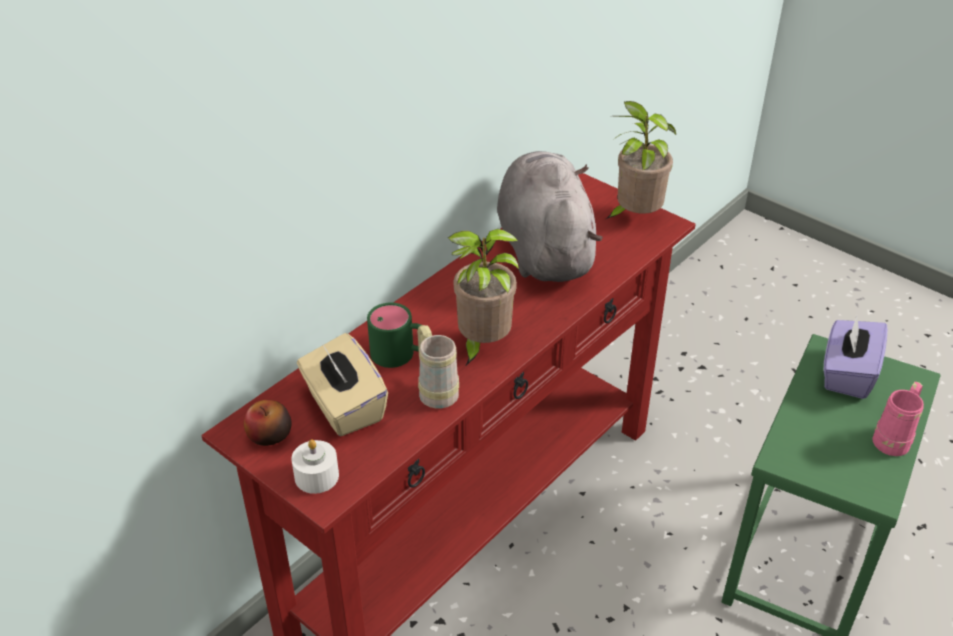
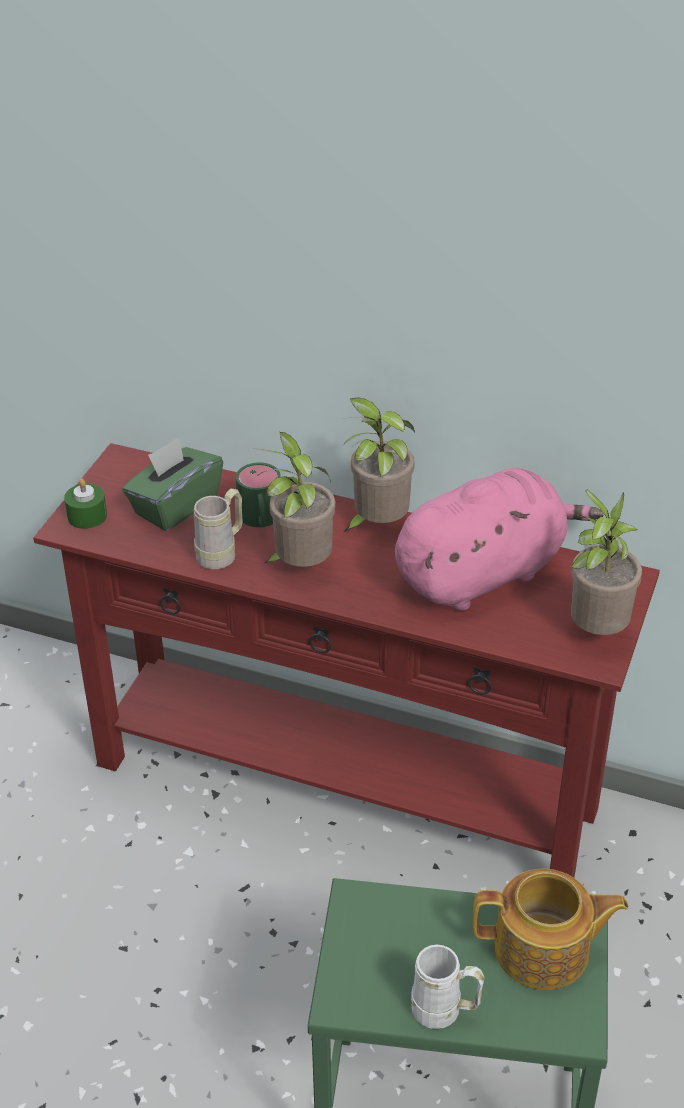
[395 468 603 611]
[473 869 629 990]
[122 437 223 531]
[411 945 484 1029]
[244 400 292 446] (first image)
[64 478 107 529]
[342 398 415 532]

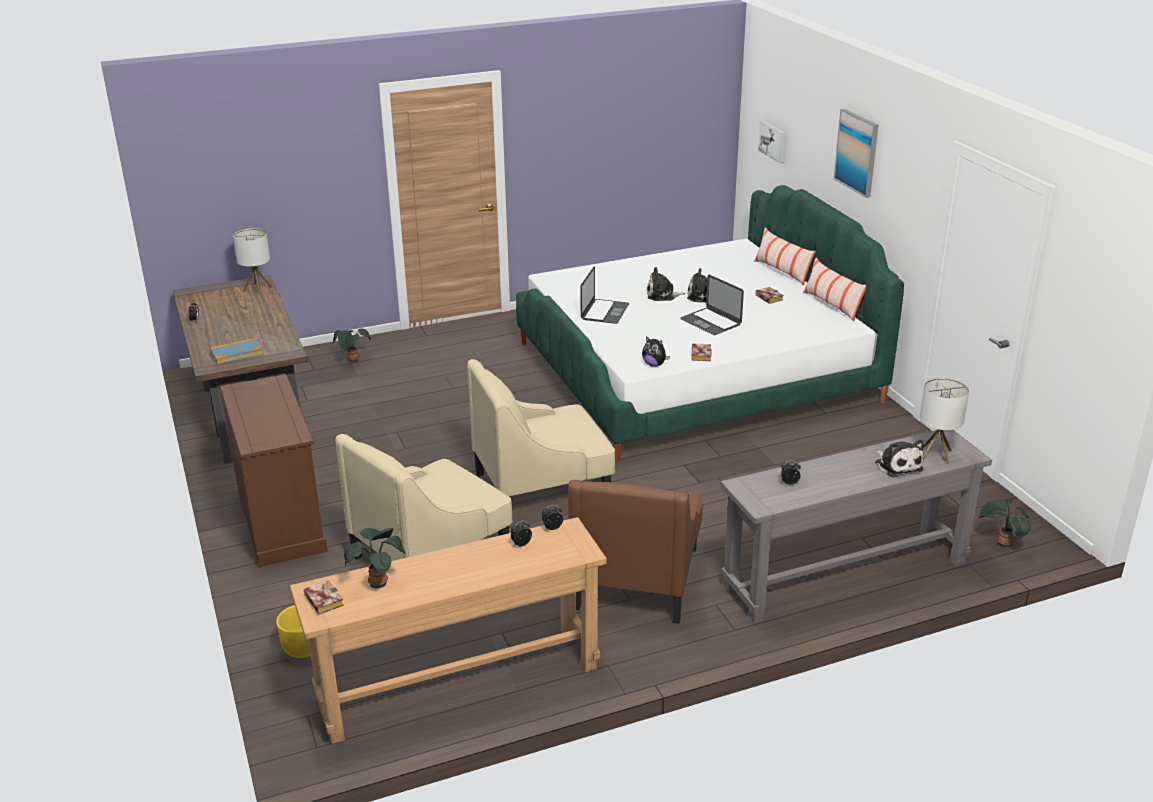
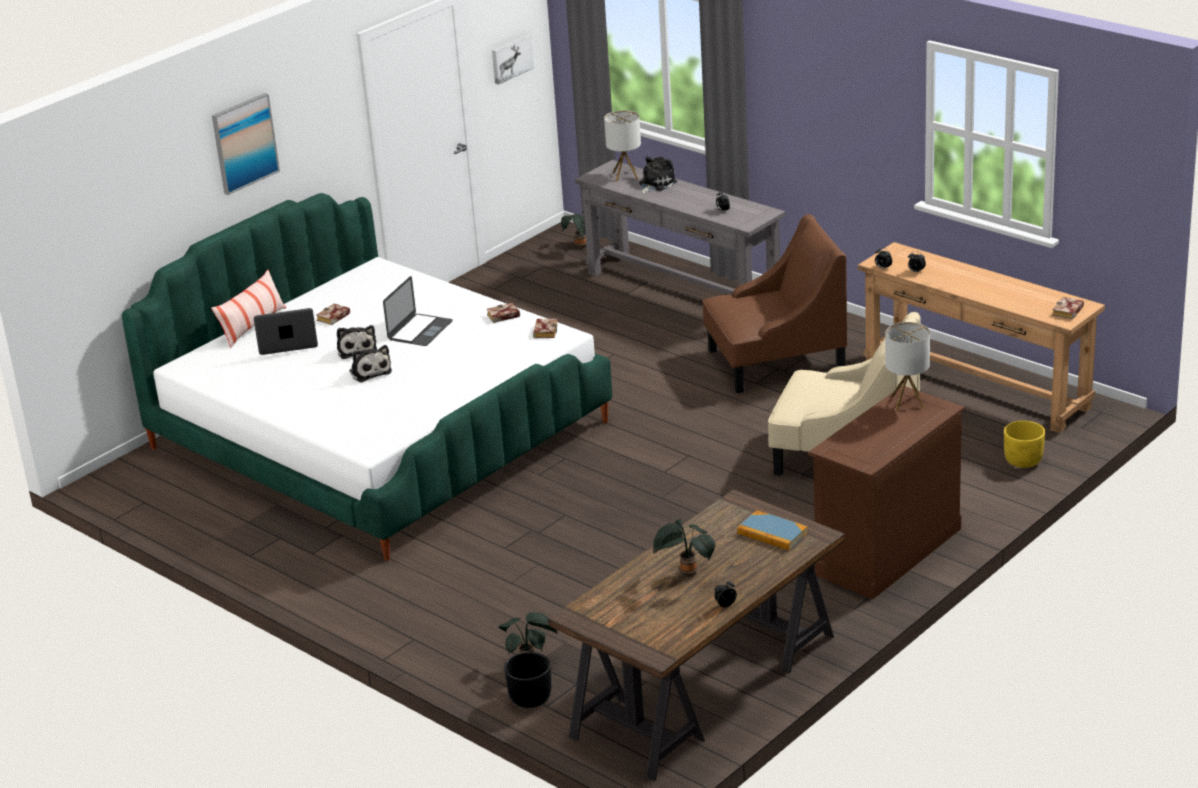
[492 34 534 85]
[885 322 930 410]
[803 258 866 321] (first image)
[254 308 318 355]
[533 319 558 338]
[467 359 615 497] (first image)
[653 519 715 577]
[504 652 551 708]

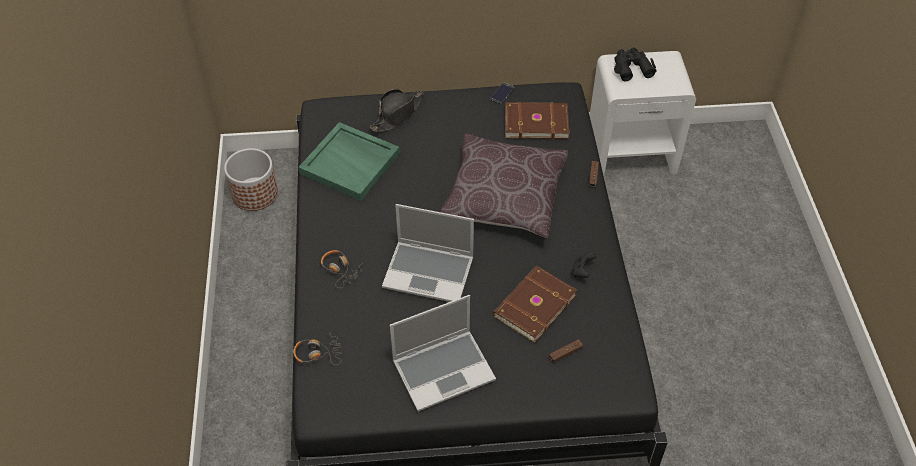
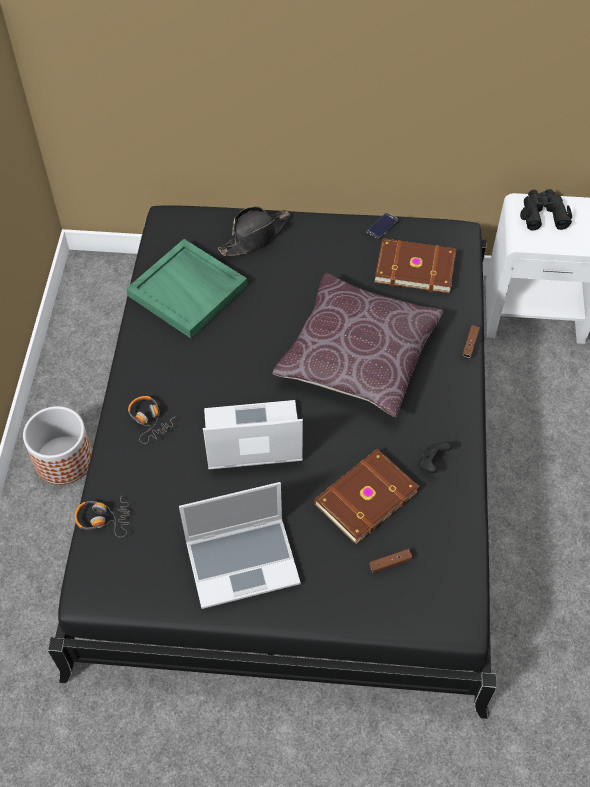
[23 406 92 485]
[203 400 303 470]

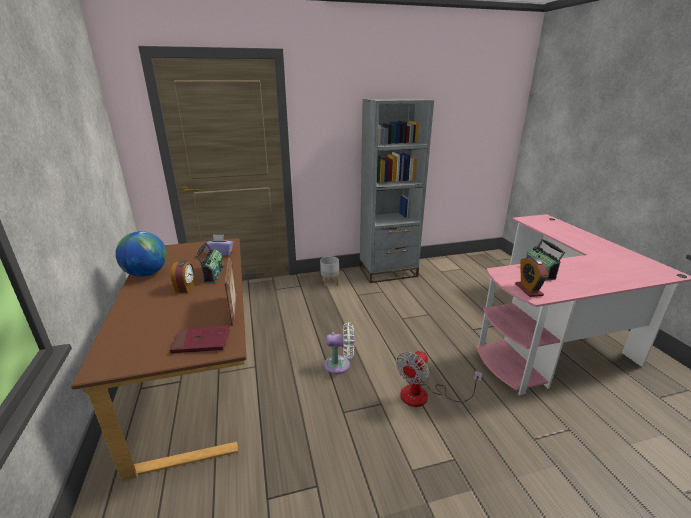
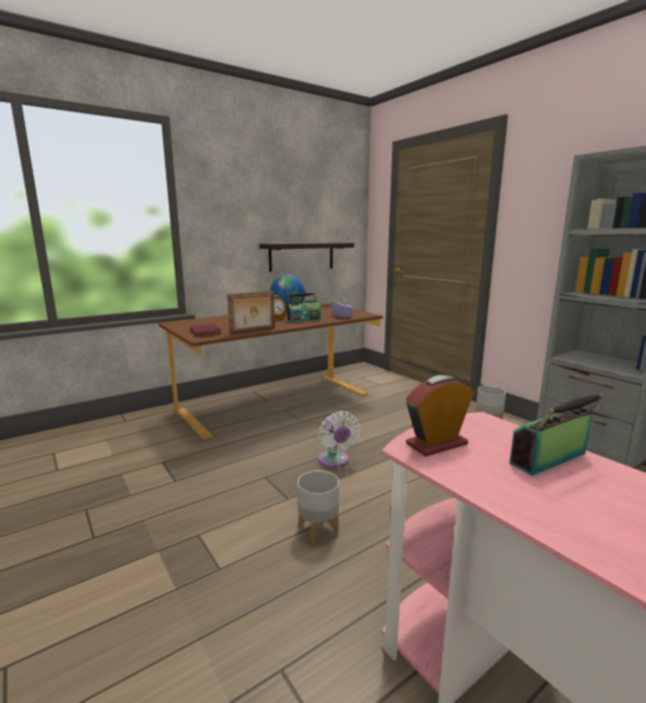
[297 470 339 545]
[259 243 354 272]

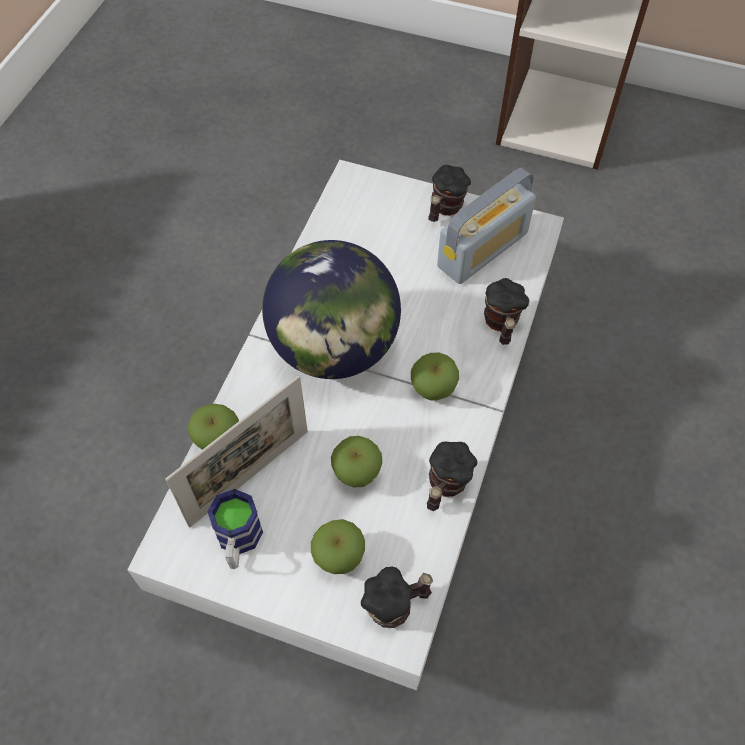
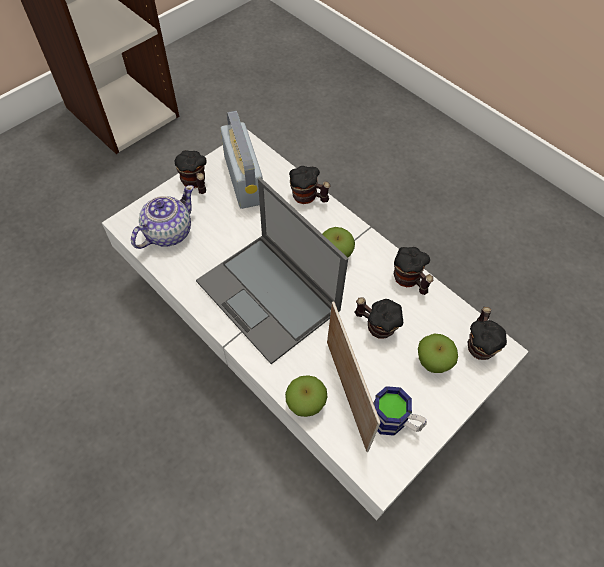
[196 178 348 364]
[355 297 403 338]
[131 185 194 249]

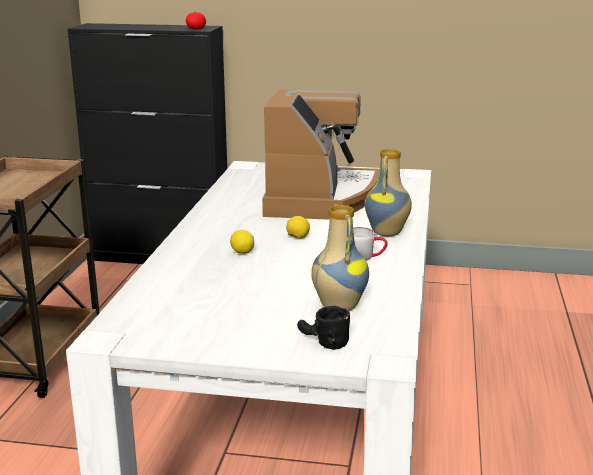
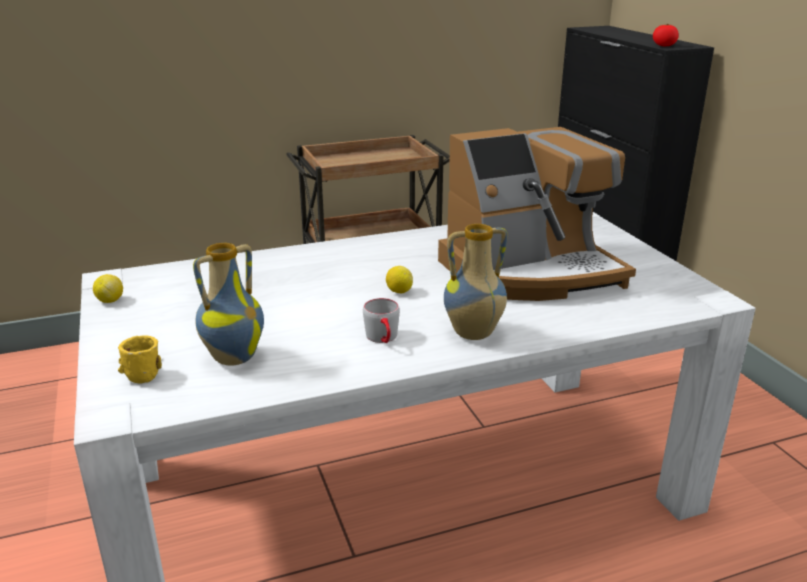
[93 274 123 303]
[118 335 162 384]

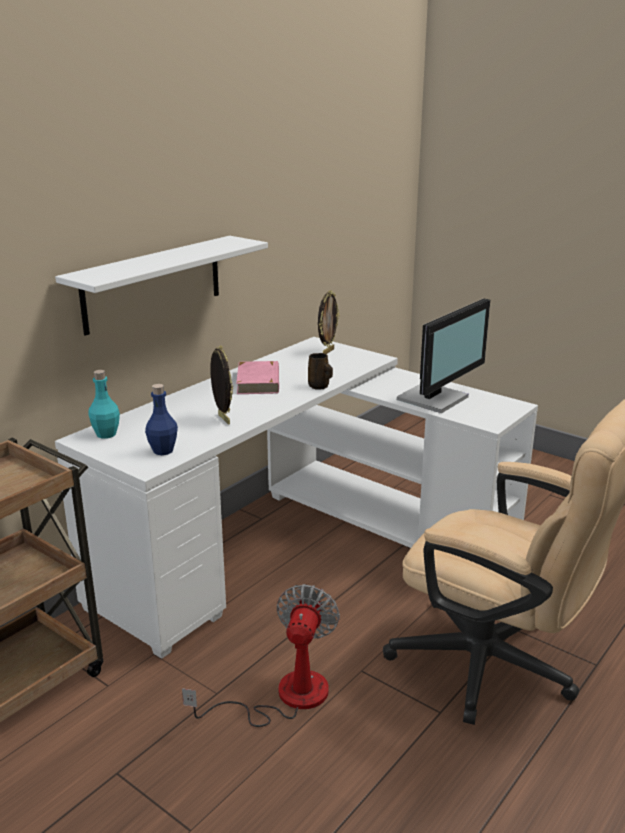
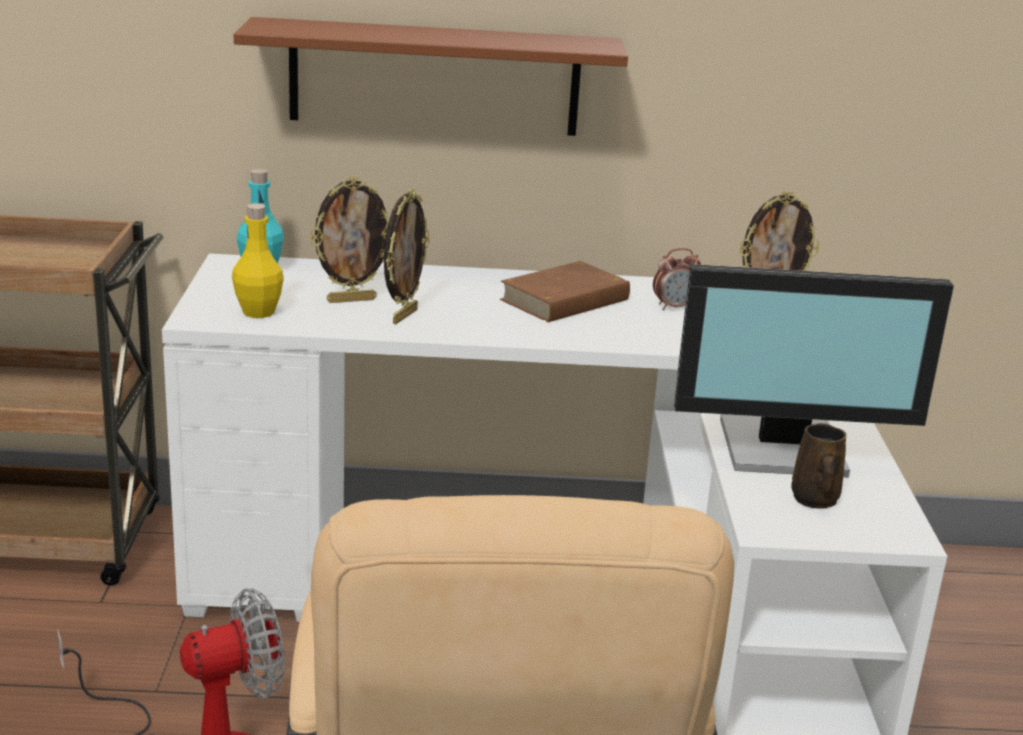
[234 17 628 136]
[791 423 846 509]
[500 261 630 322]
[232 204 284 318]
[310 176 389 303]
[653 248 701 310]

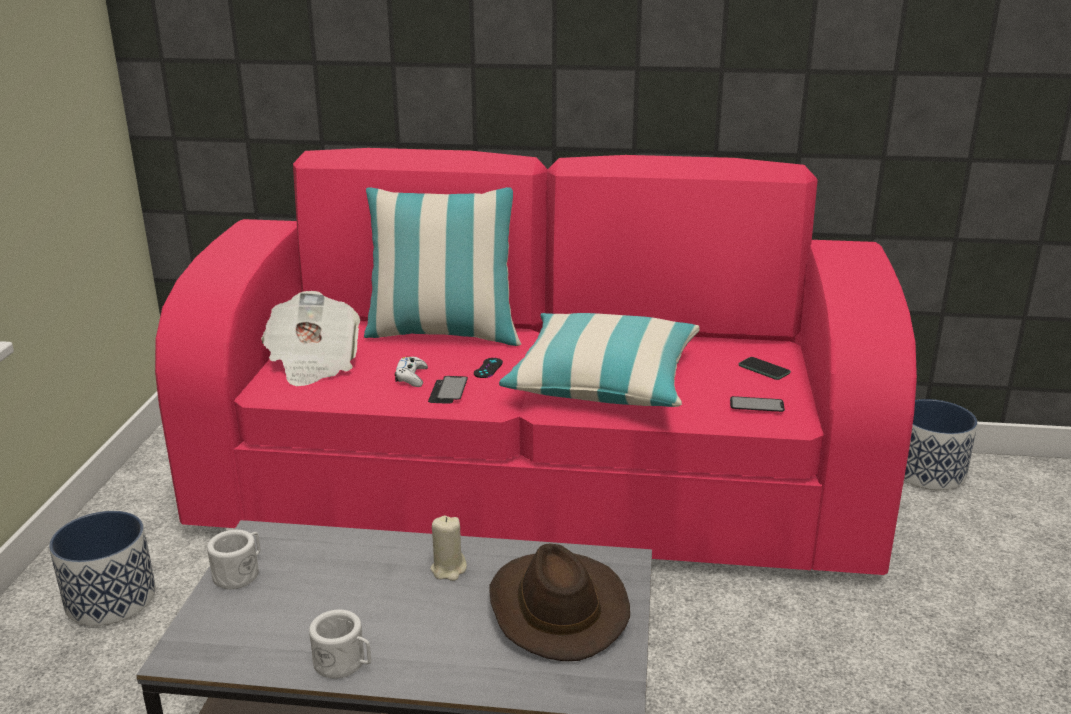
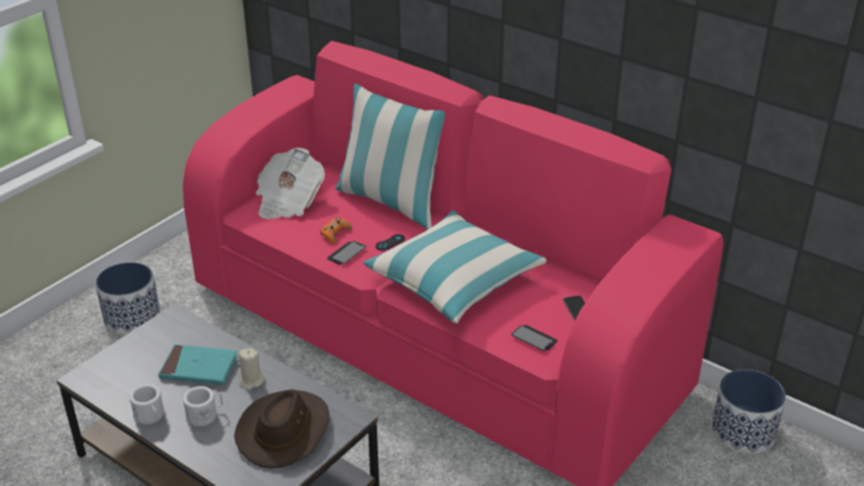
[320 217 352 244]
[183 386 223 427]
[158 344 238 385]

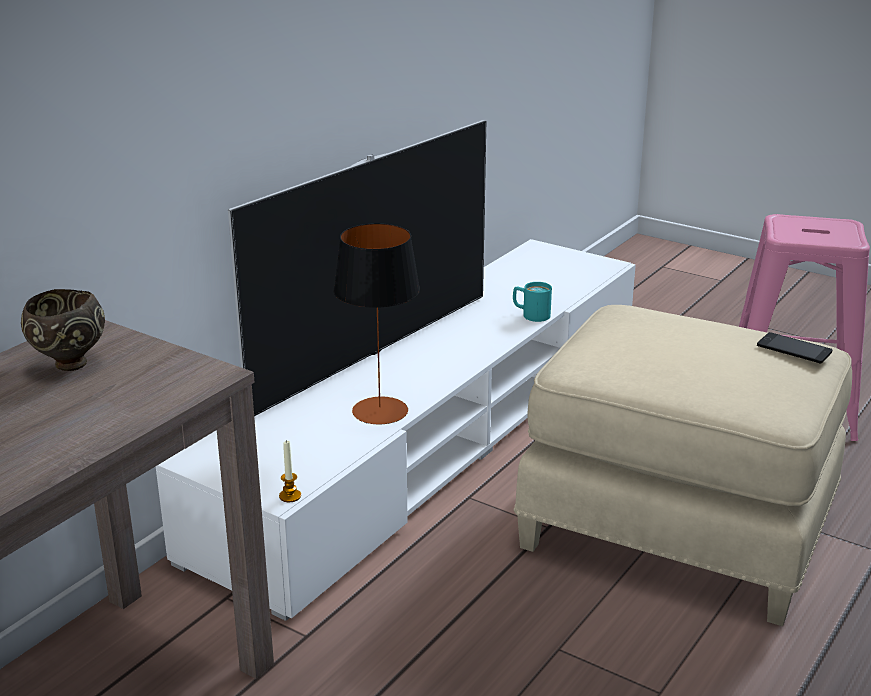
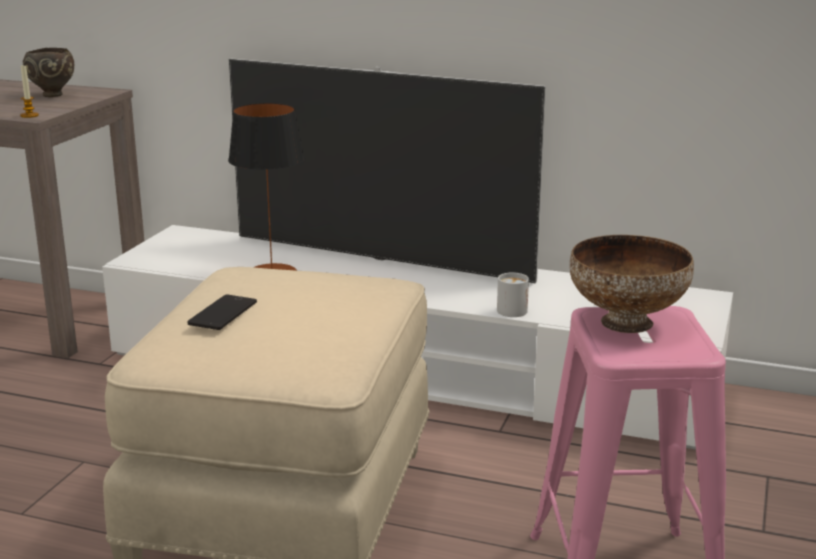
[497 272 529 317]
[187 294 257 330]
[20 65 39 118]
[570 235 694 333]

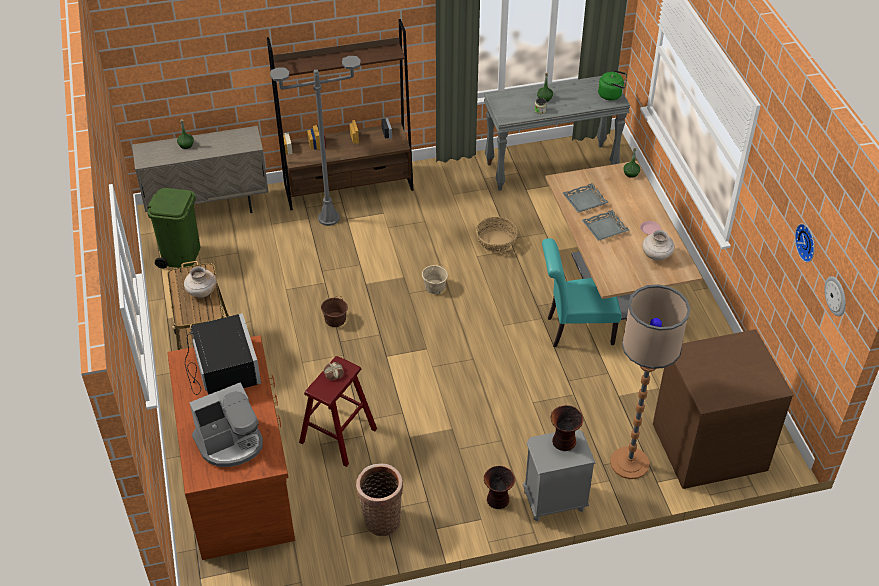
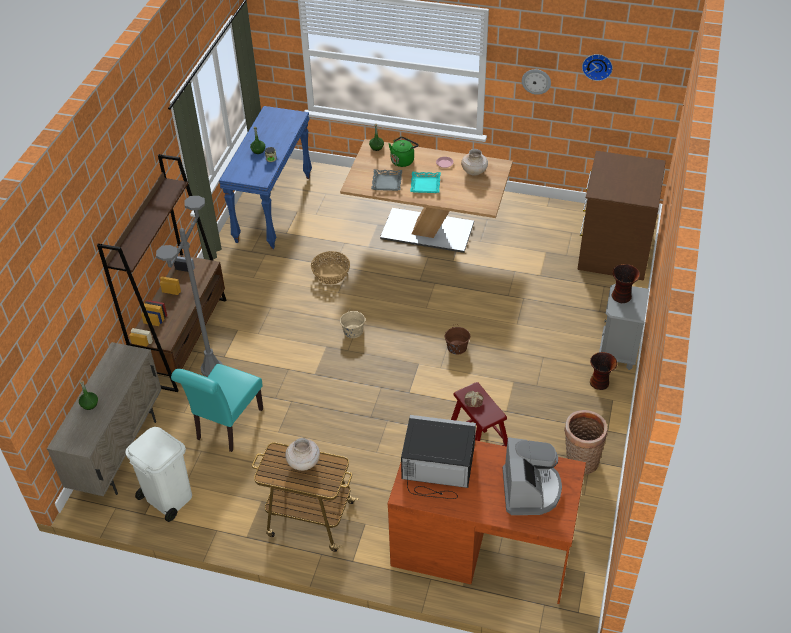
[389 136 419 167]
[219 106 312 249]
[125 427 192 522]
[410 172 441 193]
[171 364 263 452]
[522 69 551 95]
[610 284 690 479] (first image)
[445 325 470 355]

